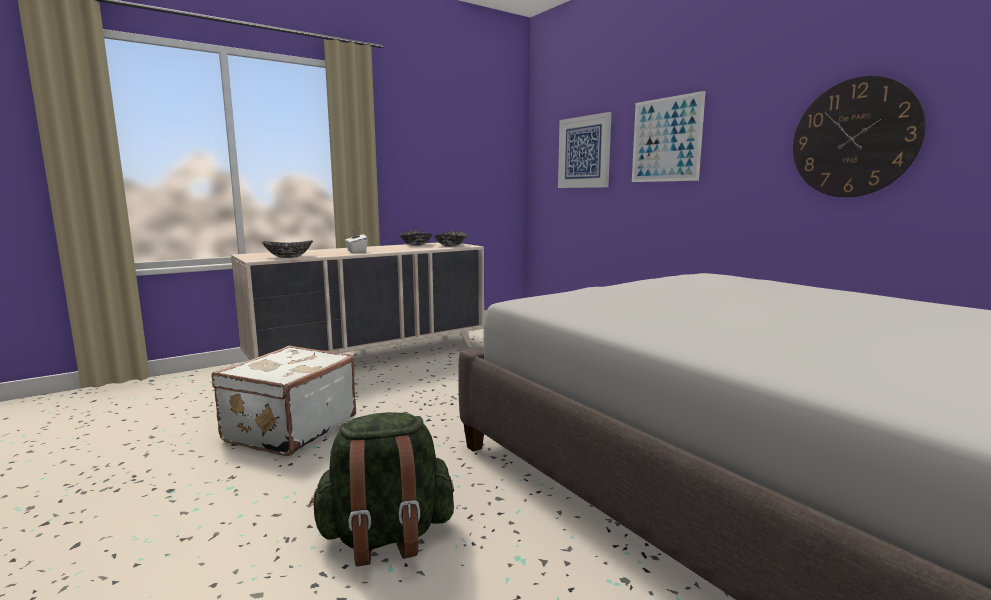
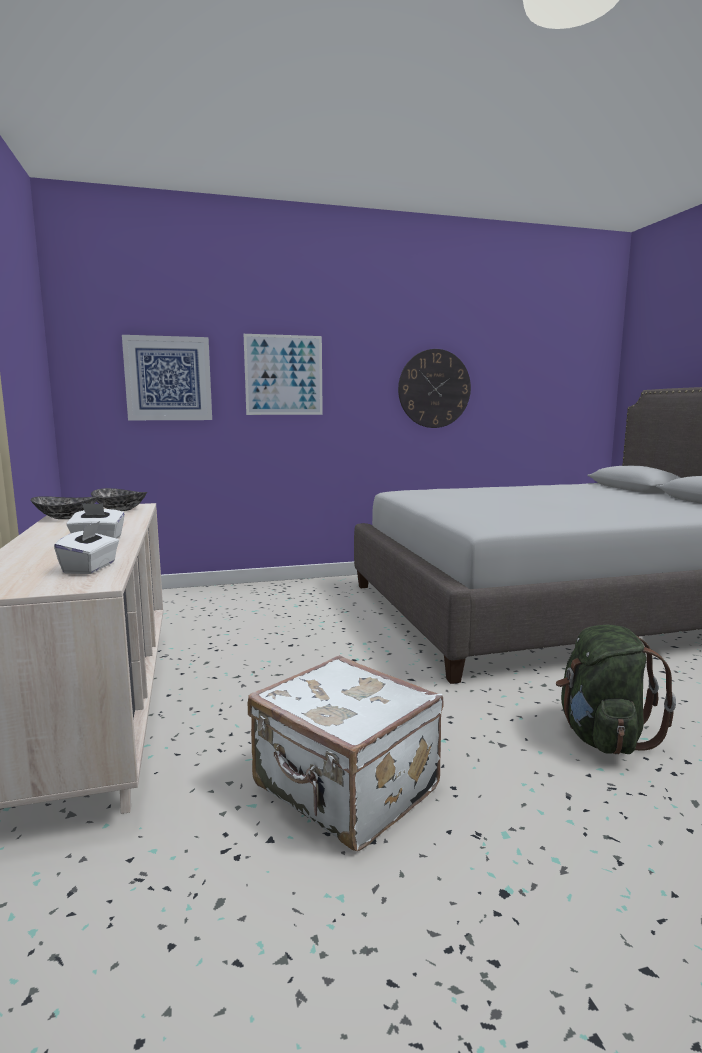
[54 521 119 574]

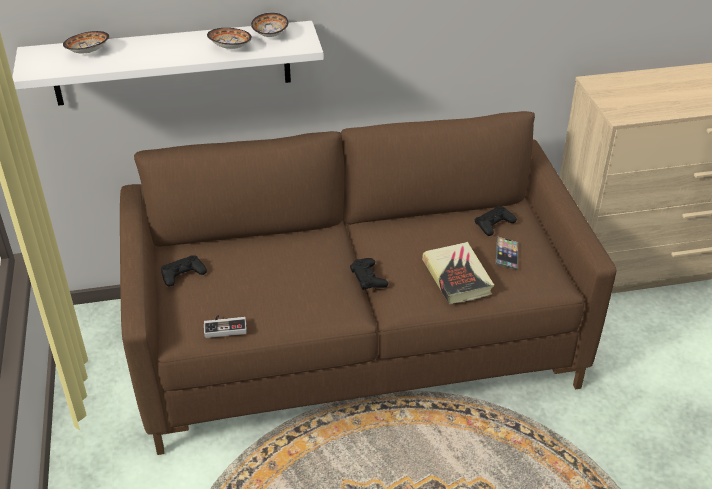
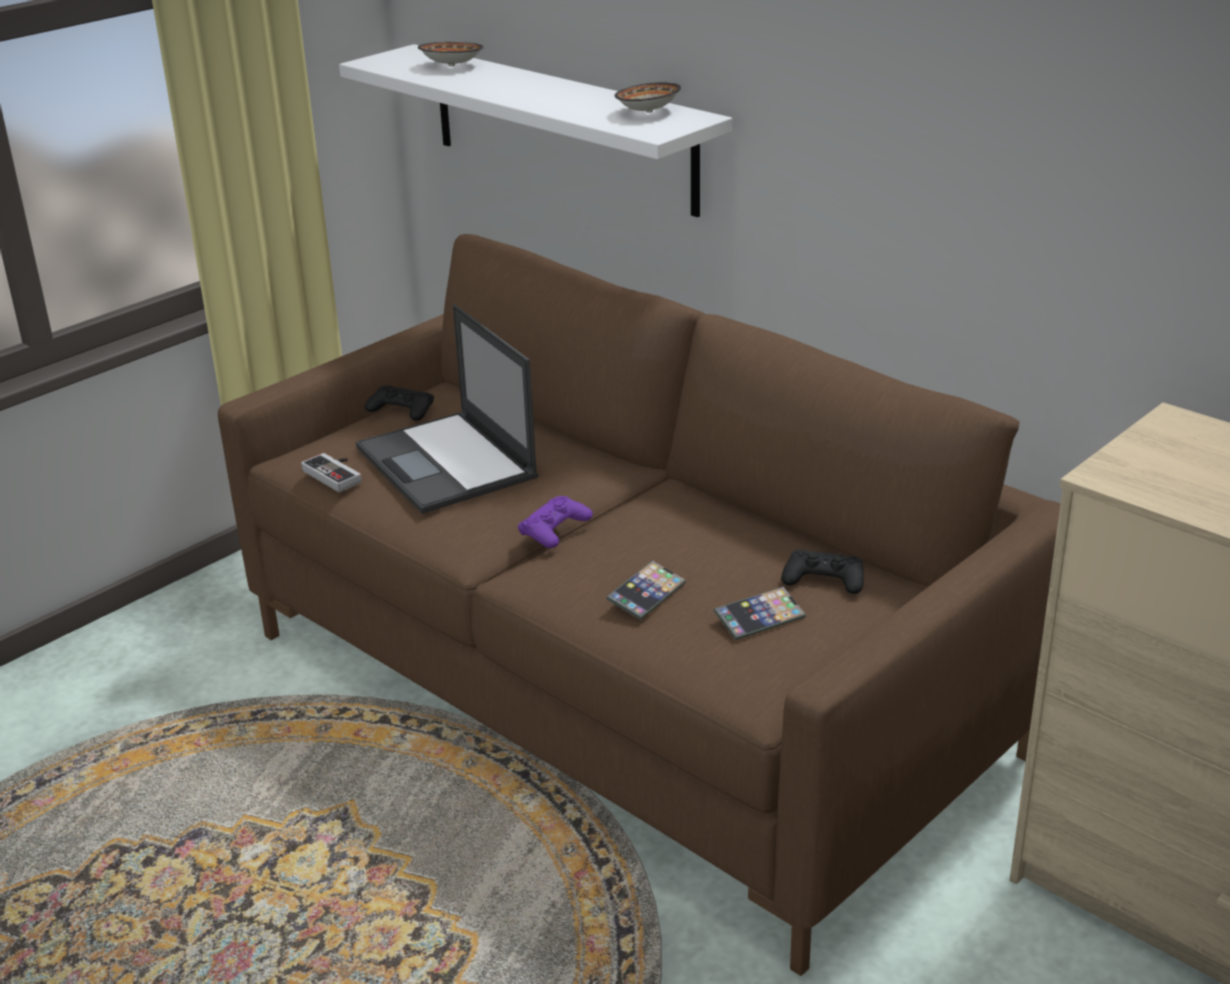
[207 28 252 49] (first image)
[606 561 686 620]
[518 496 593 548]
[356 305 538 514]

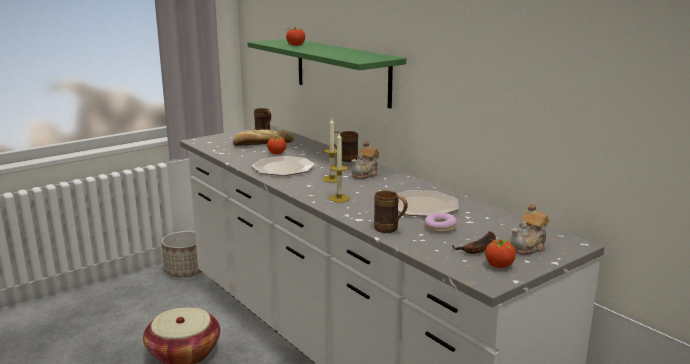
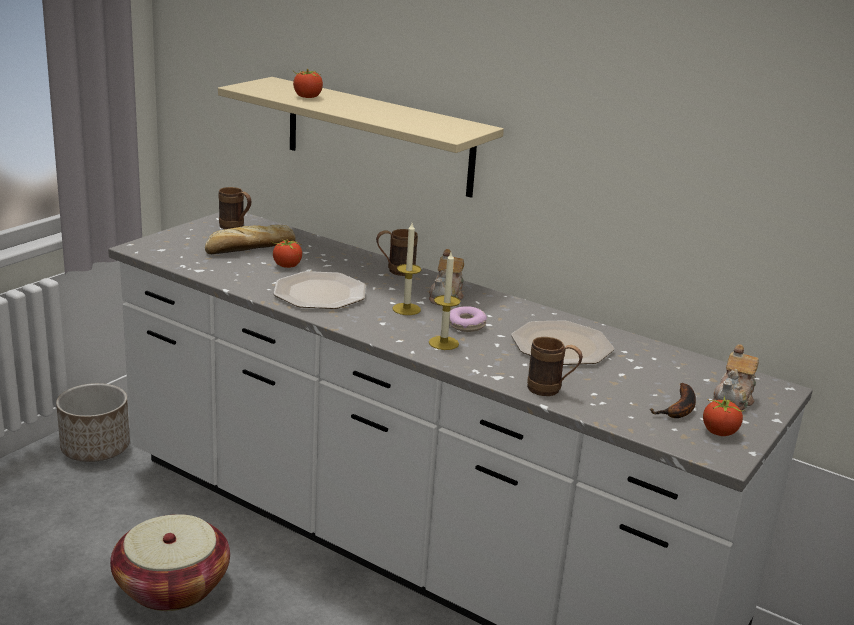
[218 77 504 198]
[449 306 487 332]

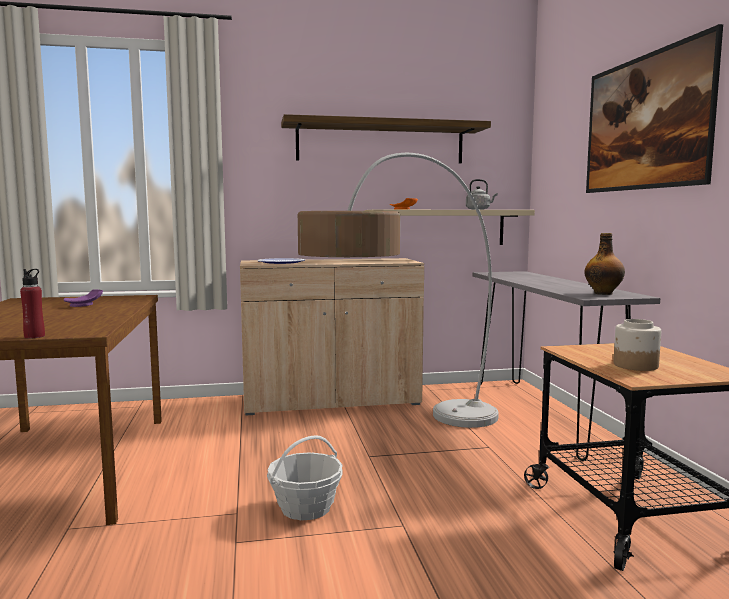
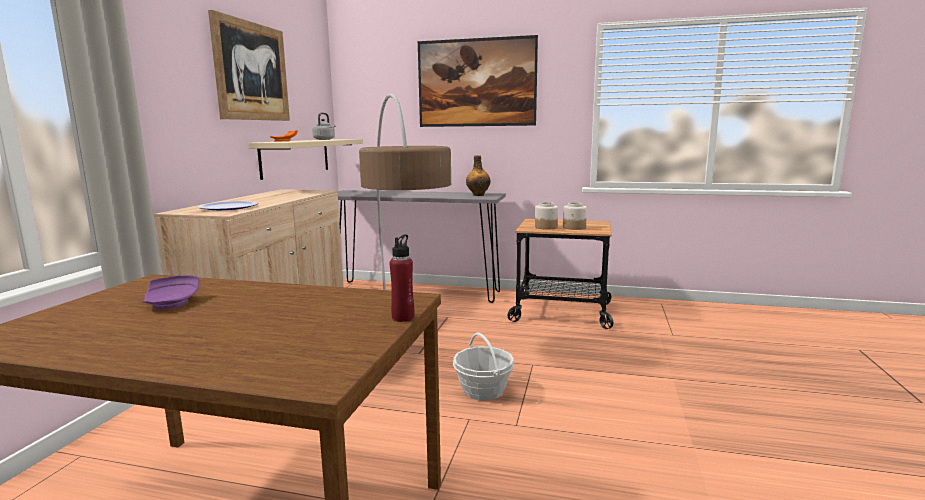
[208 10 290 121]
[535 202 558 230]

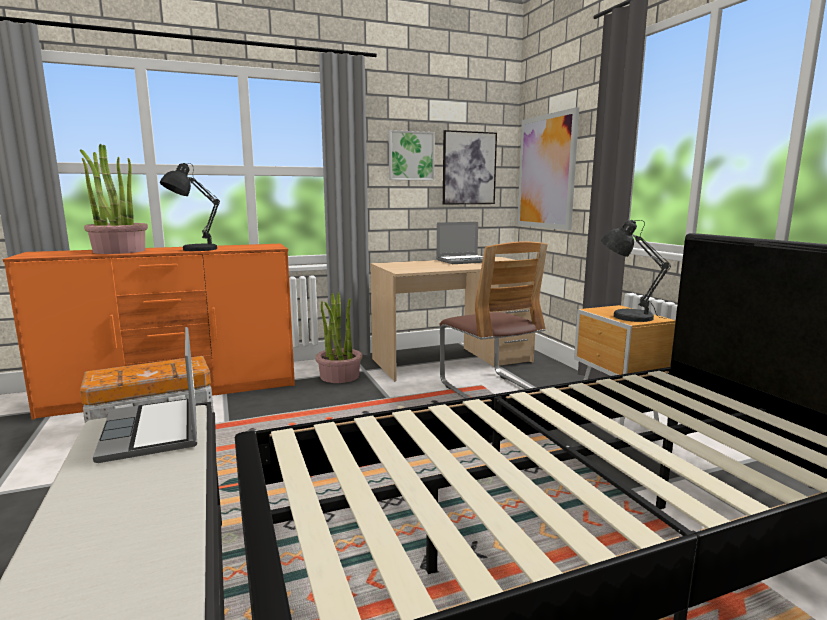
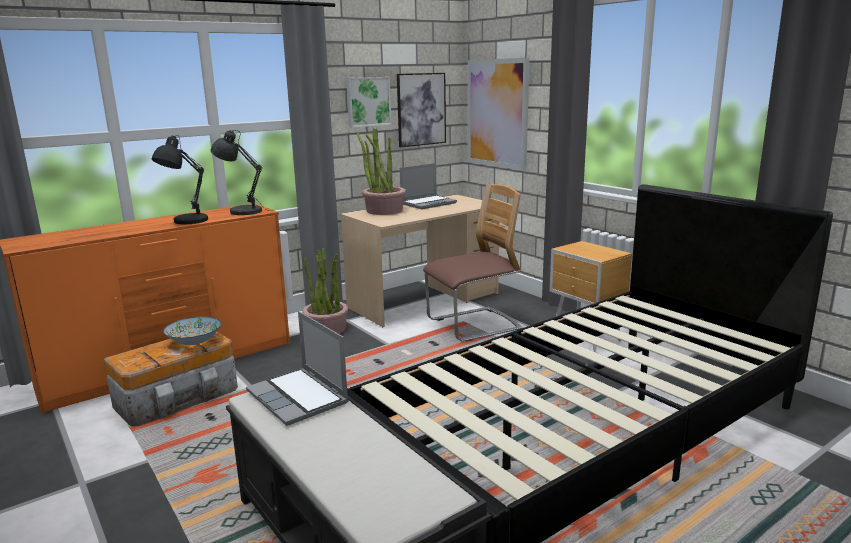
[356 128 406 215]
[211 130 272 215]
[423 184 523 342]
[164 317 221 345]

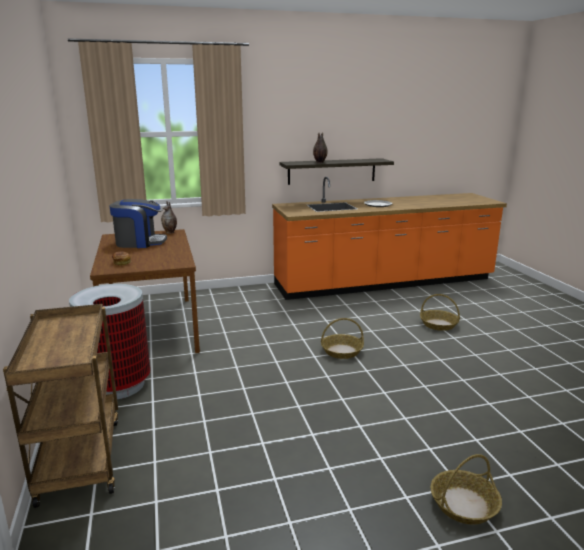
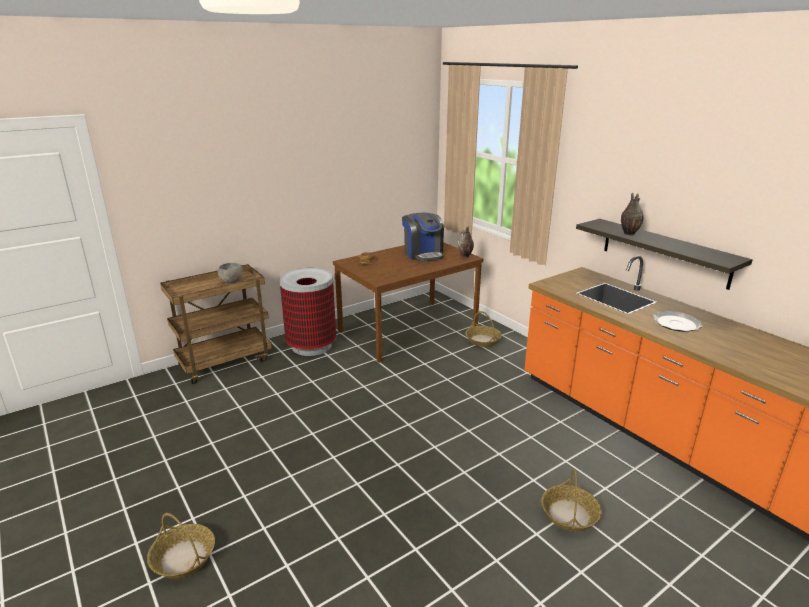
[465 311 502 347]
[218 262 243 284]

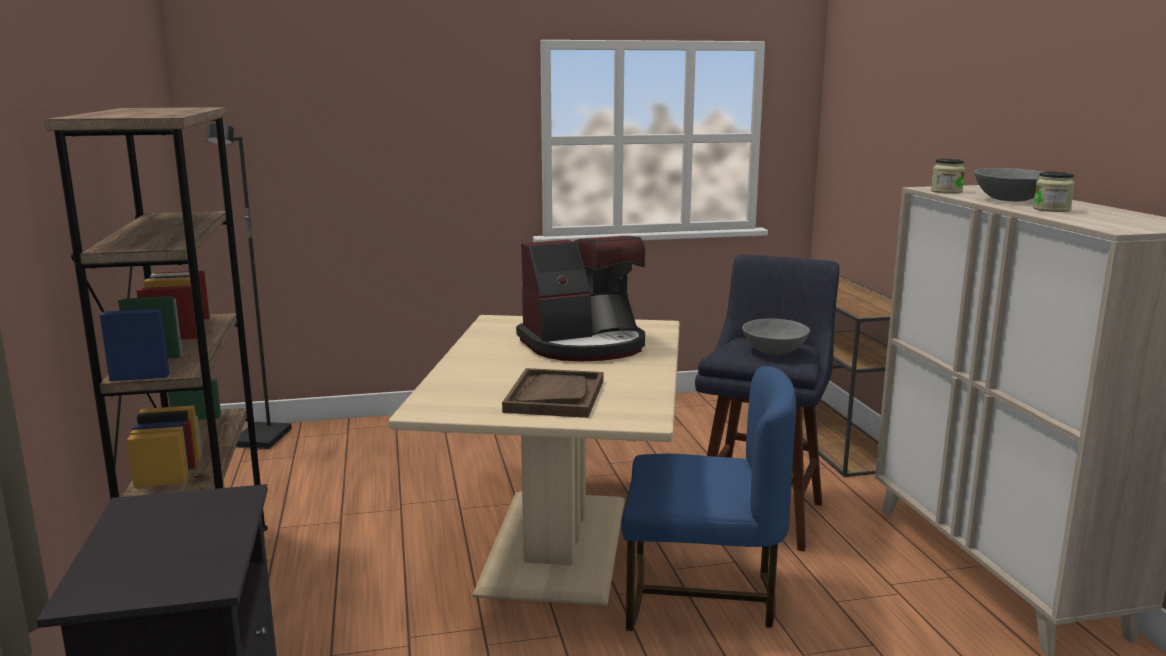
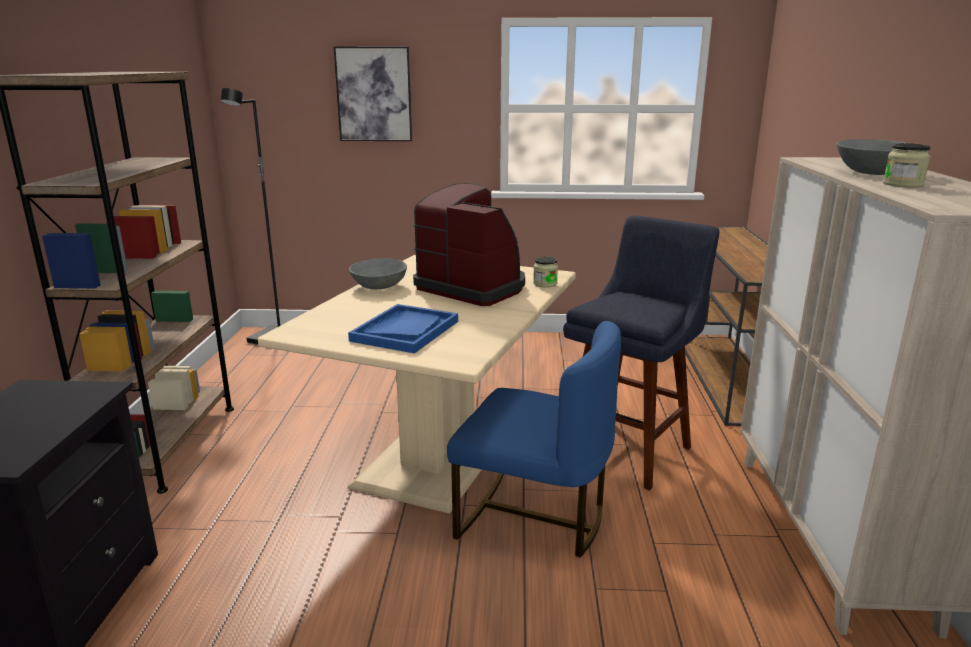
[533 257 558 287]
[413 183 525 306]
[349 258 407 289]
[348 304 458 354]
[334 46 412 141]

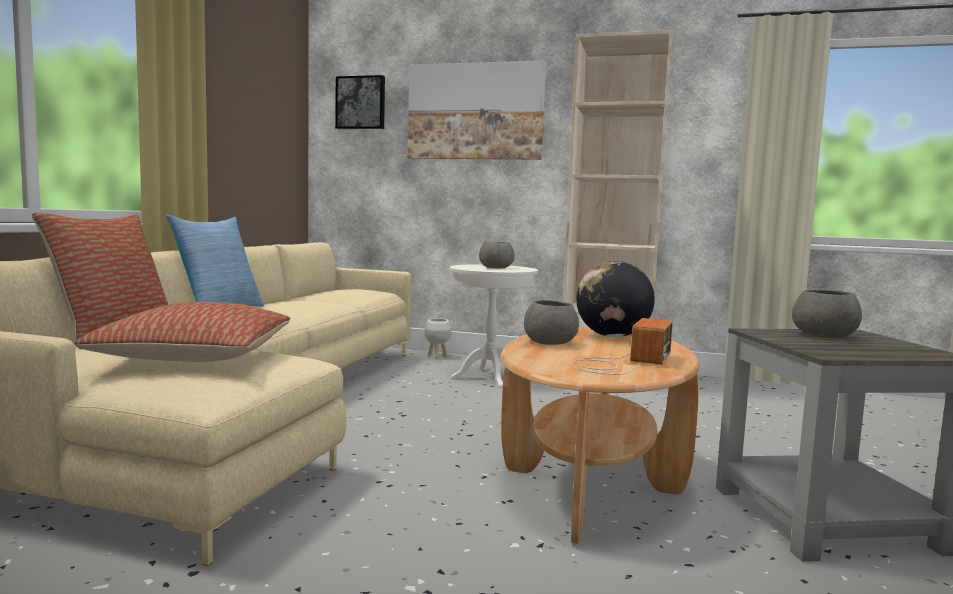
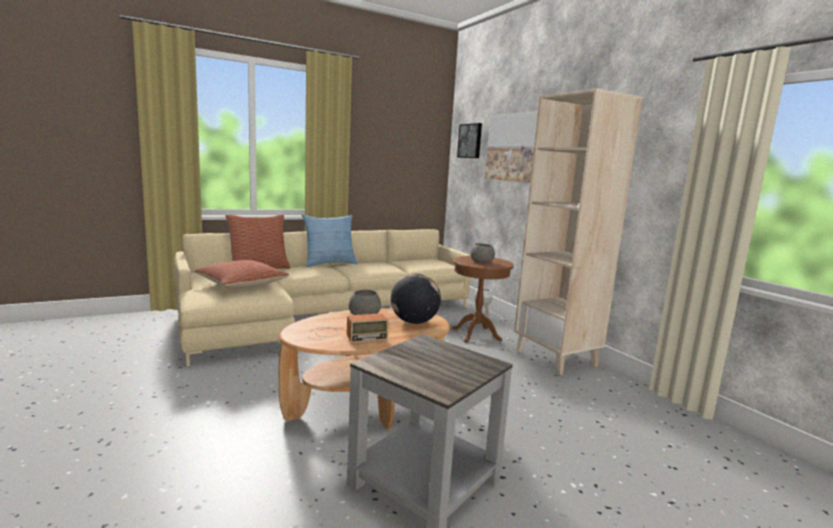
[452 256 514 343]
[792 290 862 338] (first image)

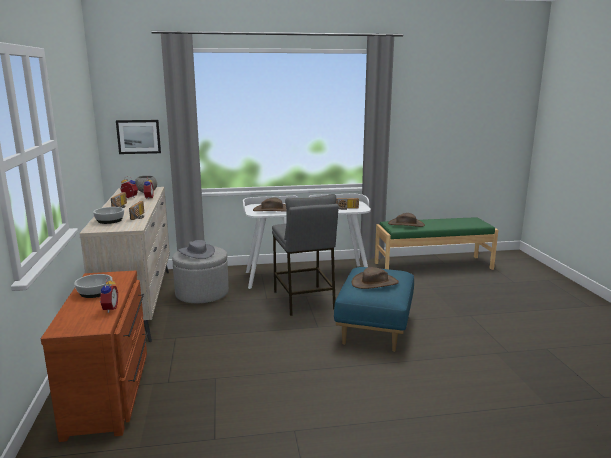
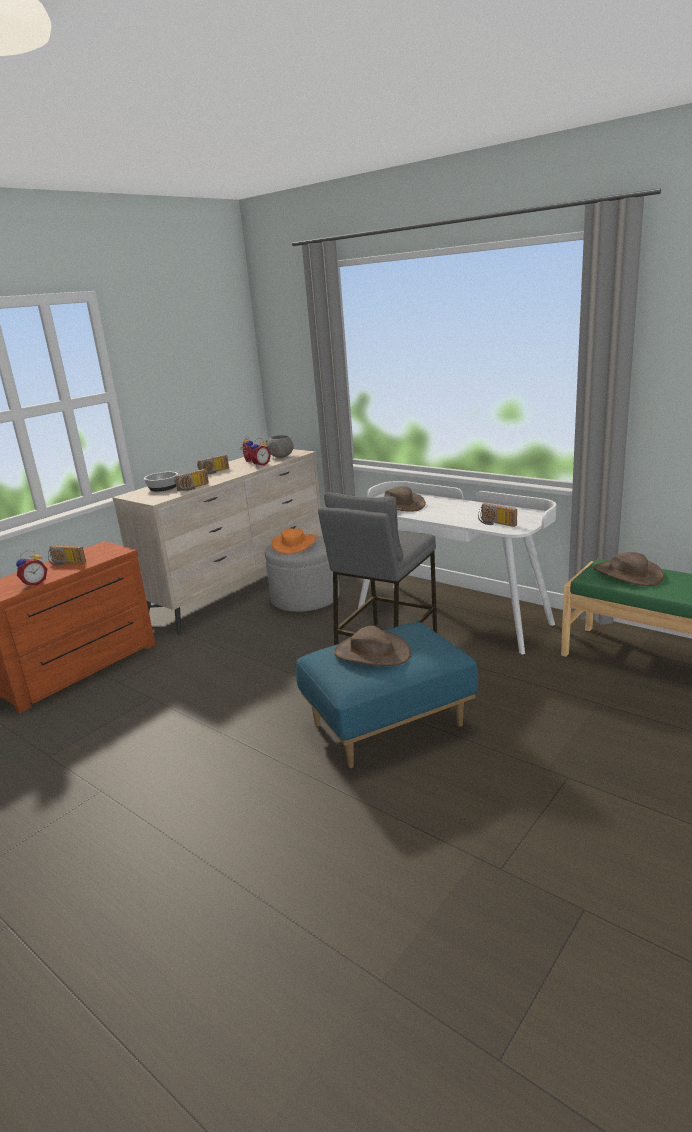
[116 120 161 154] (first image)
[271 528 317 554]
[48 545 86 566]

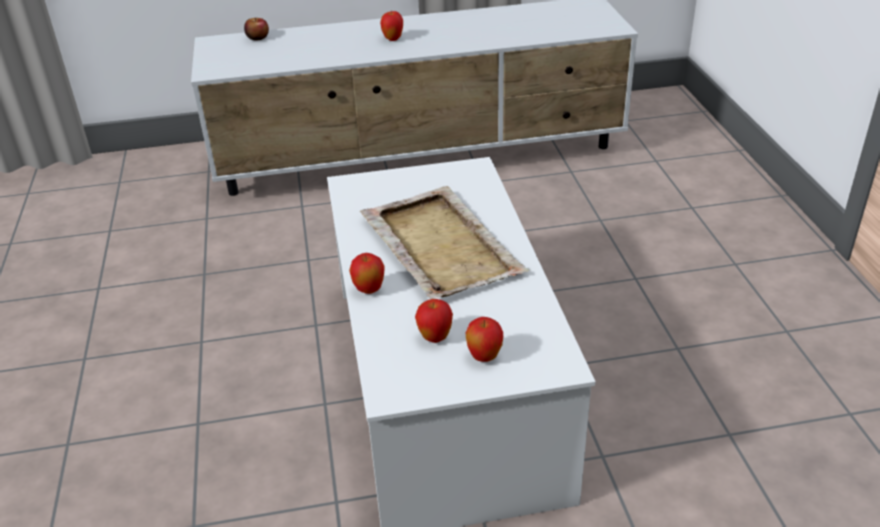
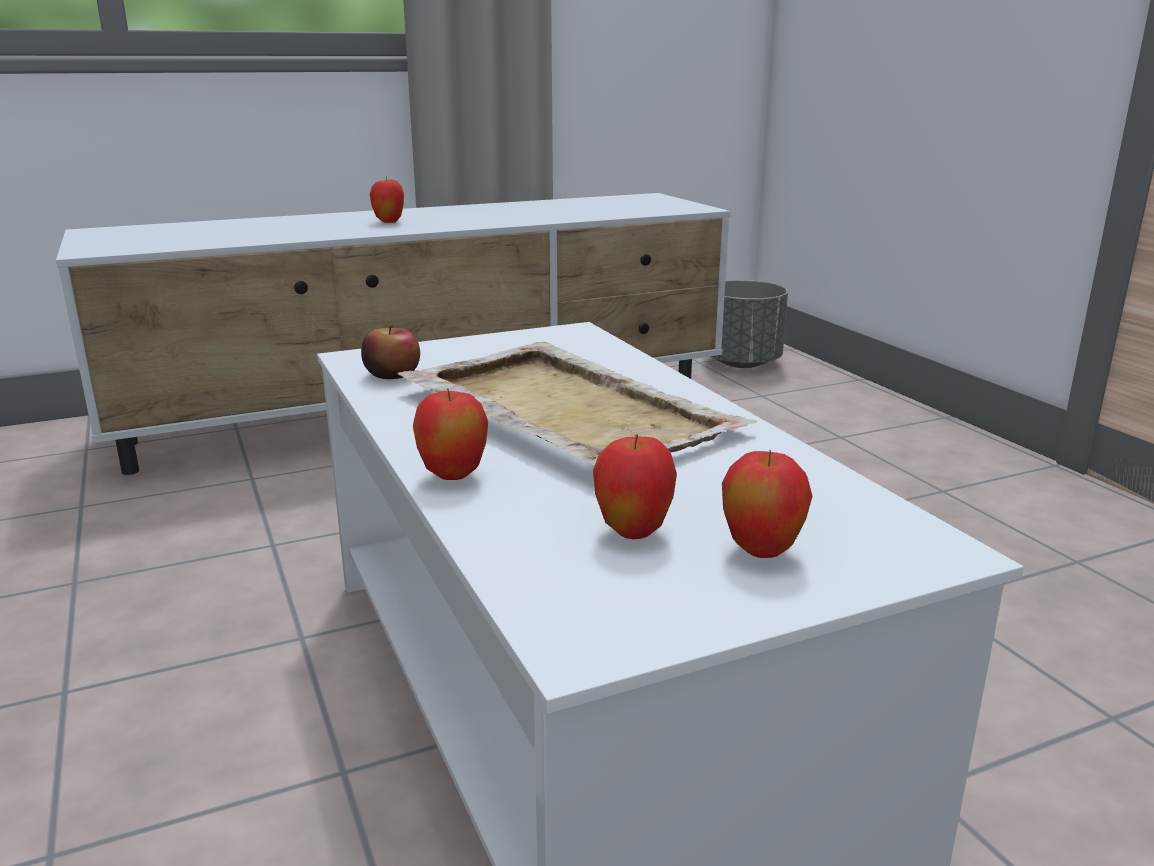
[361 326 420 379]
[710 280 788 368]

